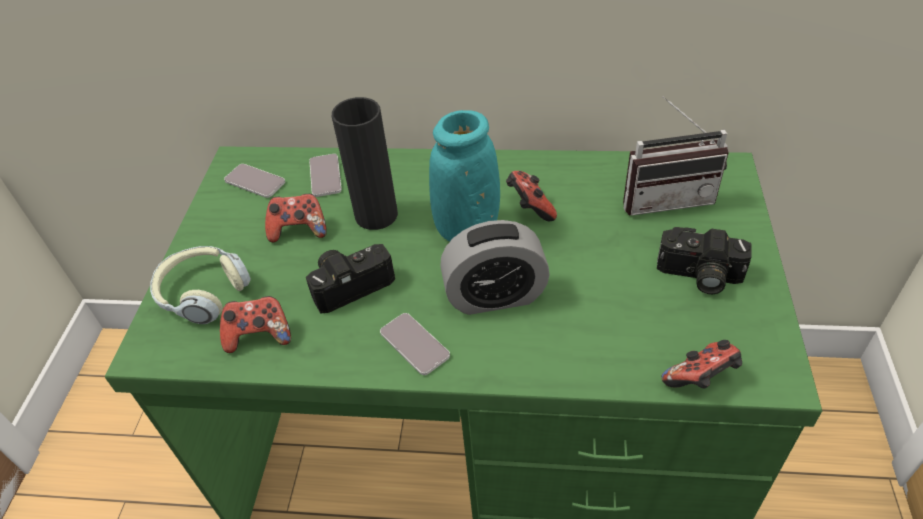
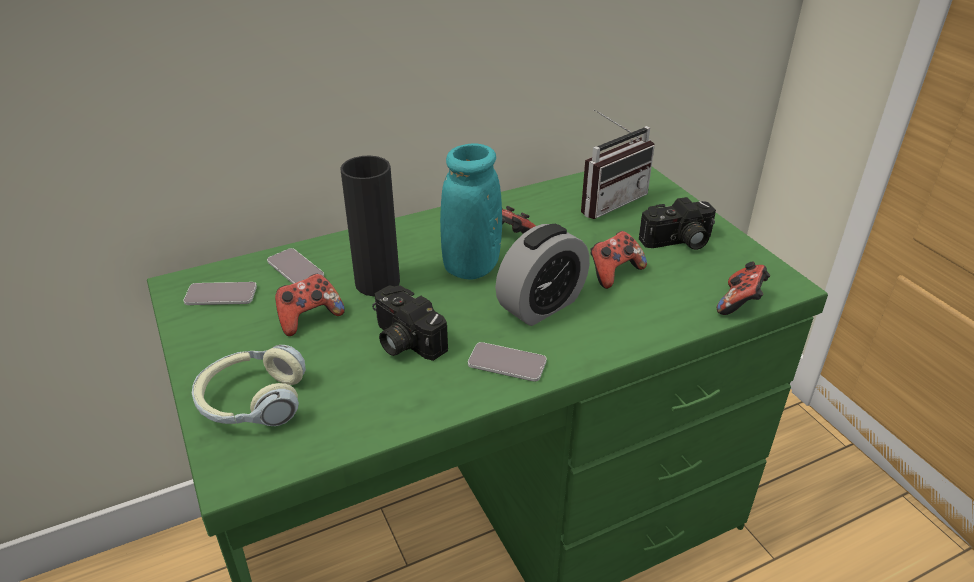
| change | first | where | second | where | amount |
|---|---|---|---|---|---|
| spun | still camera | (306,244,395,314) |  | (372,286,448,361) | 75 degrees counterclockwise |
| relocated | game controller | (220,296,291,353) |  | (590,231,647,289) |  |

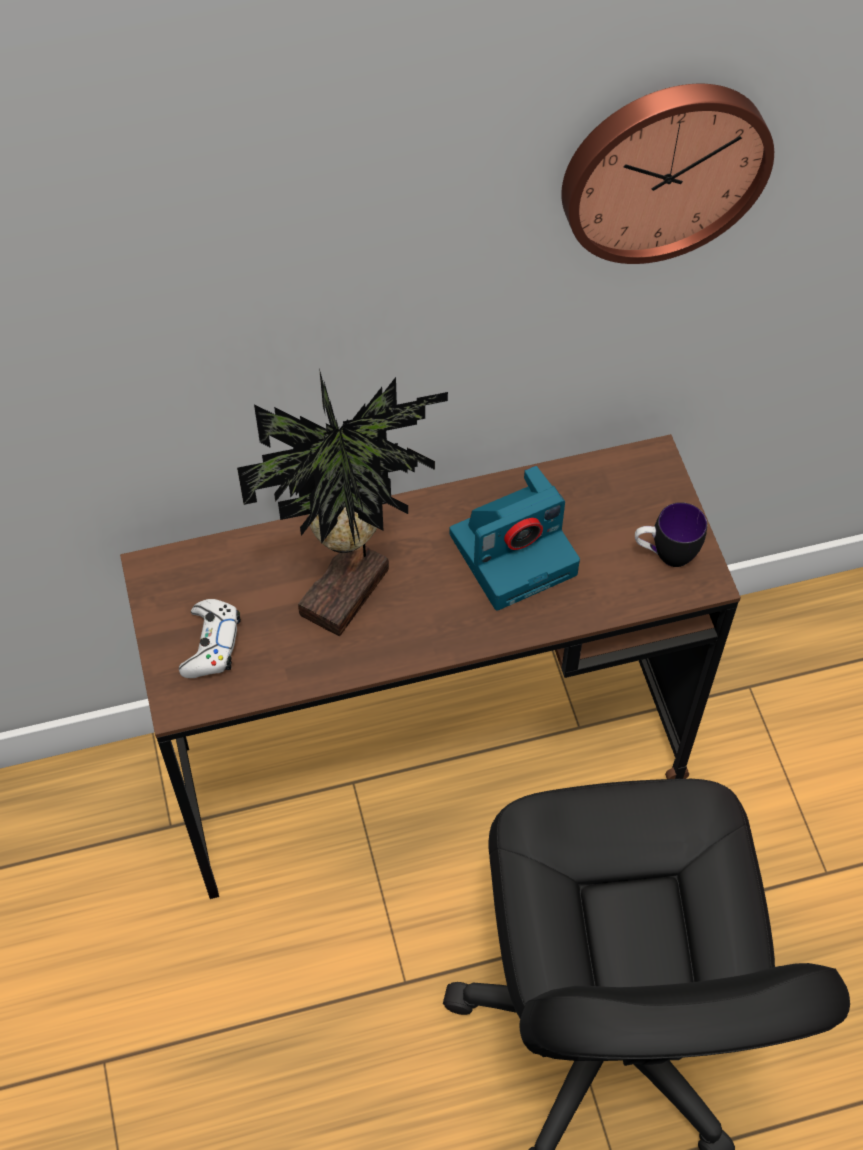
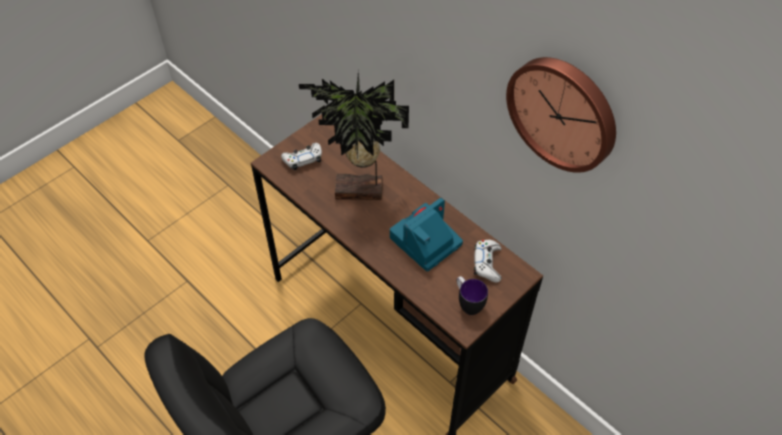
| change | first | where | second | where | amount |
|---|---|---|---|---|---|
| spun | still camera | (450,466,580,611) |  | (390,198,463,272) | 105 degrees clockwise |
| appeared |  |  | game controller in whitish | (474,240,502,282) |  |

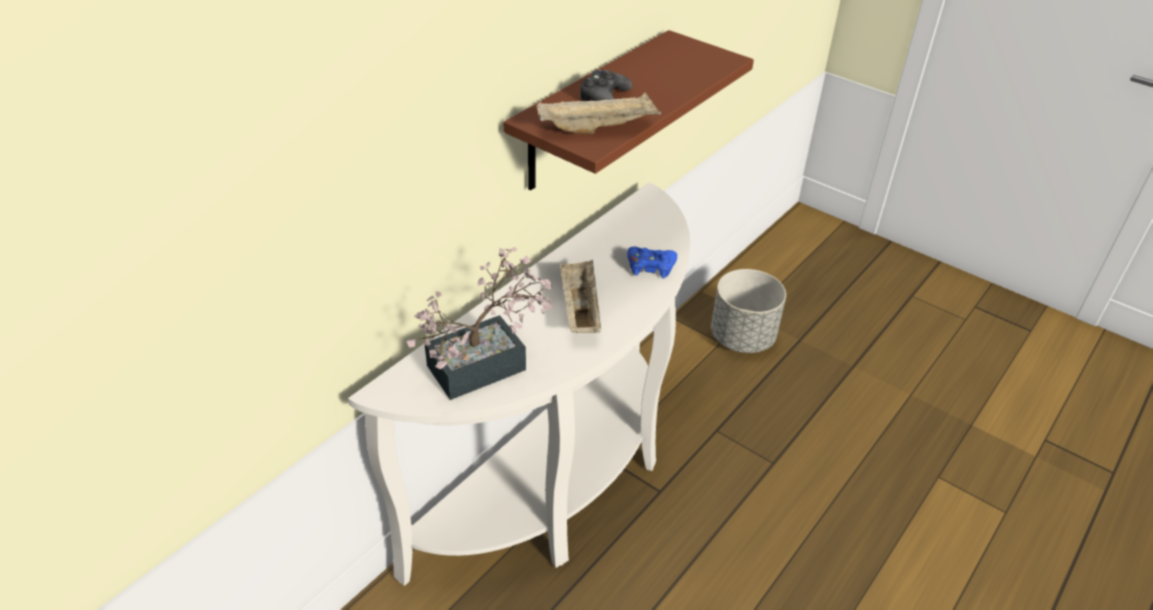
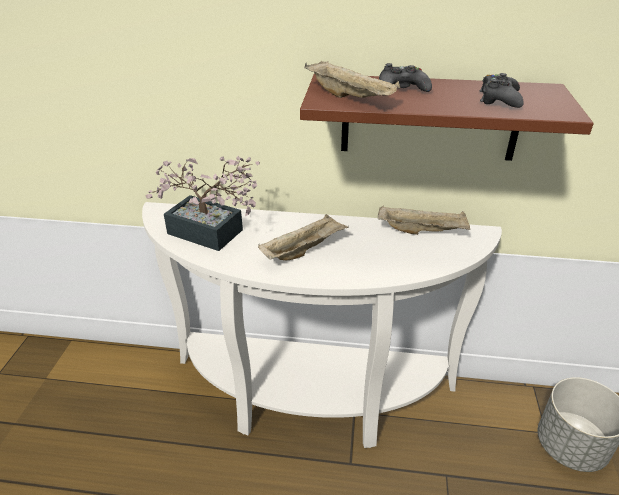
| change | first | where | second | where | amount |
|---|---|---|---|---|---|
| missing | game controller in bluish | (627,247,677,278) |  |  |  |
| appeared |  |  | game controller in blackish | (479,73,524,108) |  |
| appeared |  |  | tray in sand-coloured | (378,205,470,235) |  |

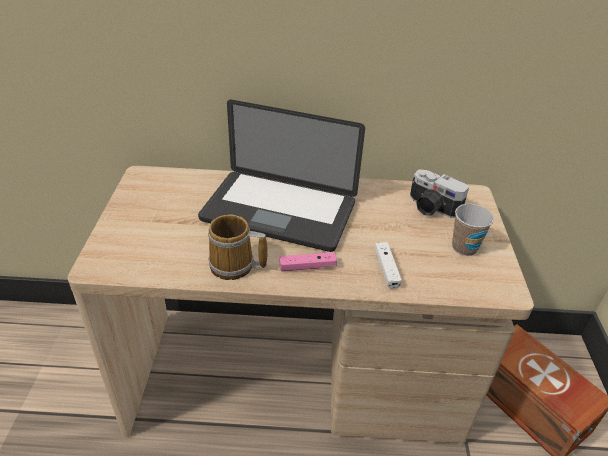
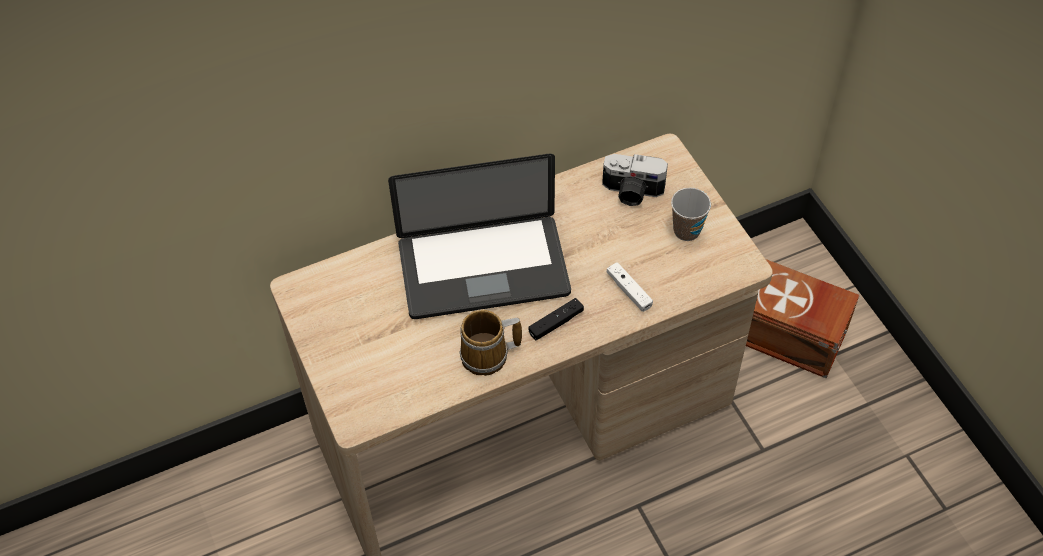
| change | first | where | second | where | amount |
|---|---|---|---|---|---|
| colour | game controller in pinkish | (279,252,337,271) | game controller in blackish | (528,298,584,340) |  |

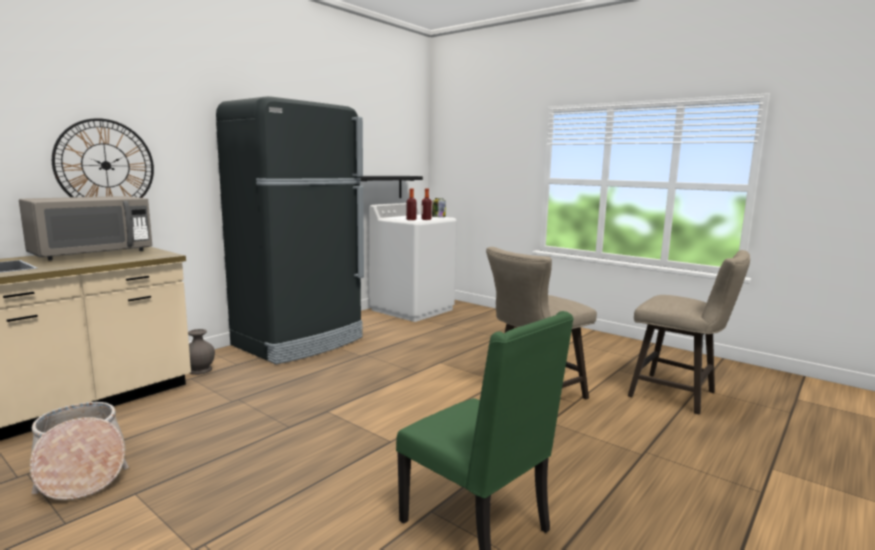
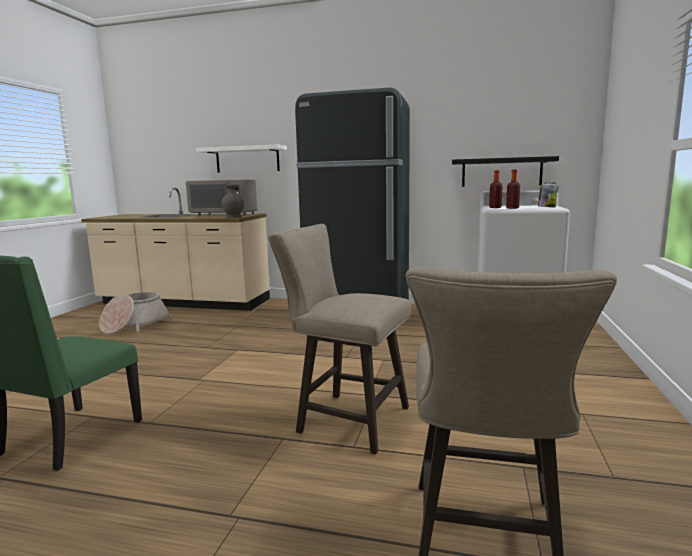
| change | first | where | second | where | amount |
|---|---|---|---|---|---|
| exchanged | clock on the wall | (52,118,154,198) | bracket shelf in whitish | (196,145,287,173) |  |
| relocated | decorative vase in gray | (188,329,215,375) |  | (221,185,244,218) |  |

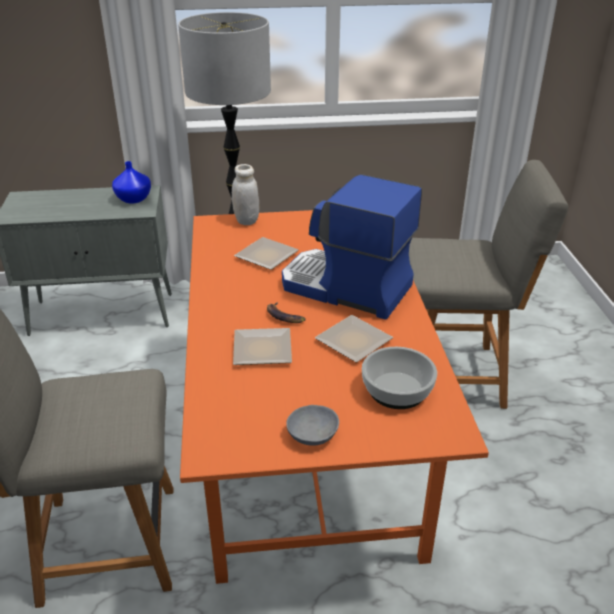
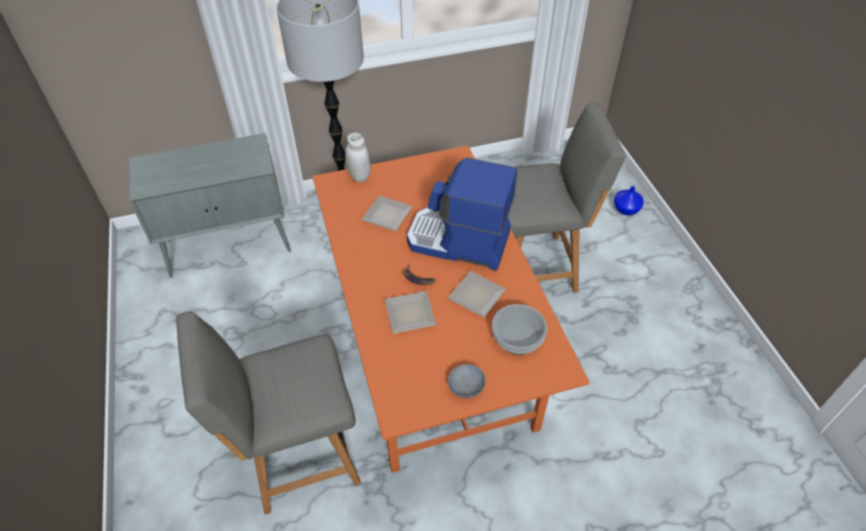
| change | first | where | second | where | amount |
|---|---|---|---|---|---|
| relocated | decorative vase in bluish | (112,161,151,204) |  | (614,186,644,215) |  |

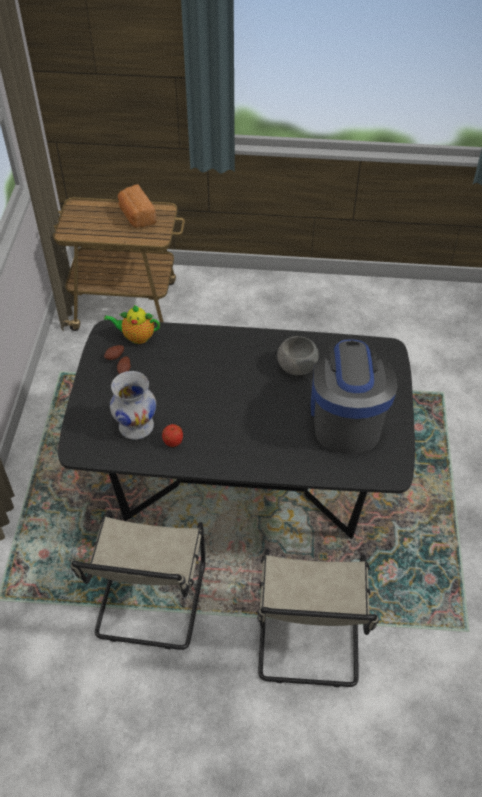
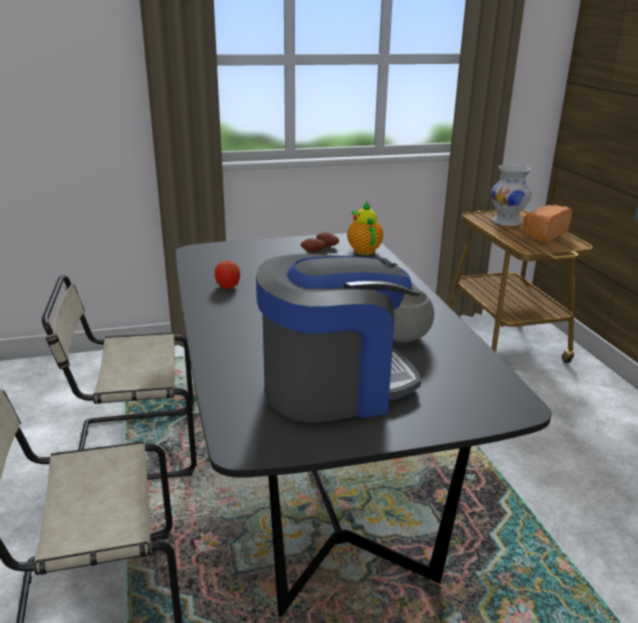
| change | first | where | second | where | amount |
|---|---|---|---|---|---|
| relocated | decorative vase in whitish | (110,371,156,440) |  | (491,164,532,226) |  |

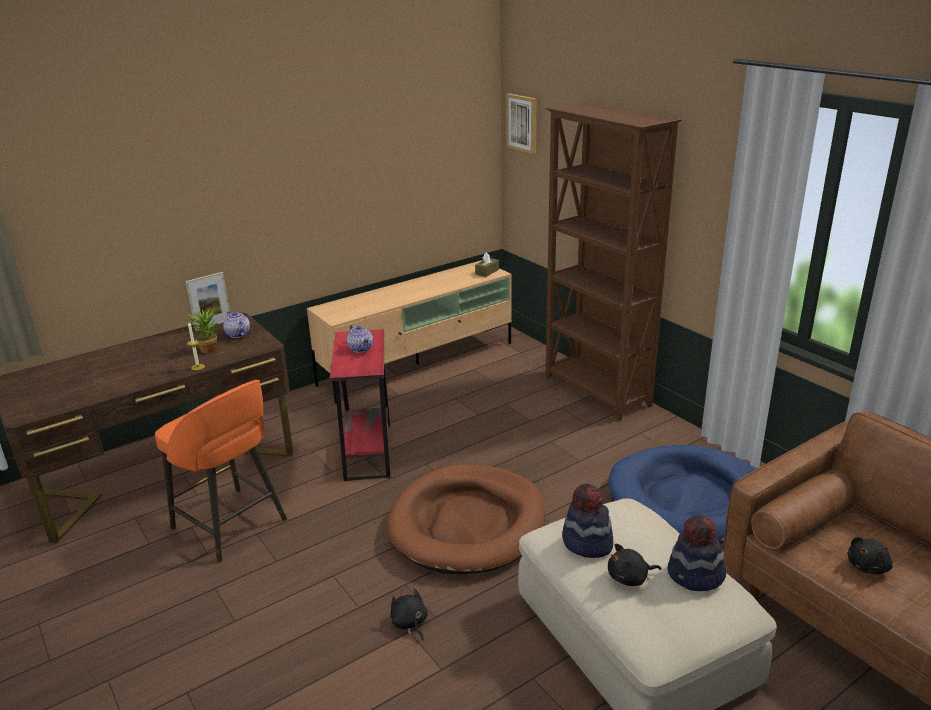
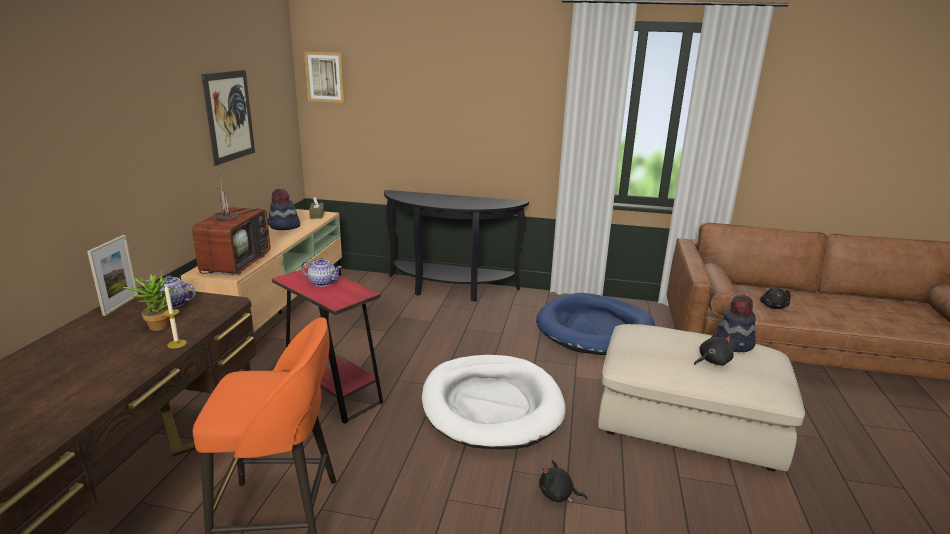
| change | first | where | second | where | amount |
|---|---|---|---|---|---|
| exchanged | shelving unit in brown | (545,101,682,421) | narrow table in blackish | (384,190,529,302) |  |
| colour | dog bed in brown | (386,464,545,574) | dog bed in whitish | (422,355,566,450) |  |
| relocated | wearable hat | (562,484,613,558) |  | (269,189,300,230) |  |
| spun | soft toy in blackish | (608,544,661,586) |  | (694,331,734,366) | 150 degrees counterclockwise |
| appeared |  |  | wall art | (201,70,255,166) |  |
| appeared |  |  | TV | (192,170,270,275) |  |

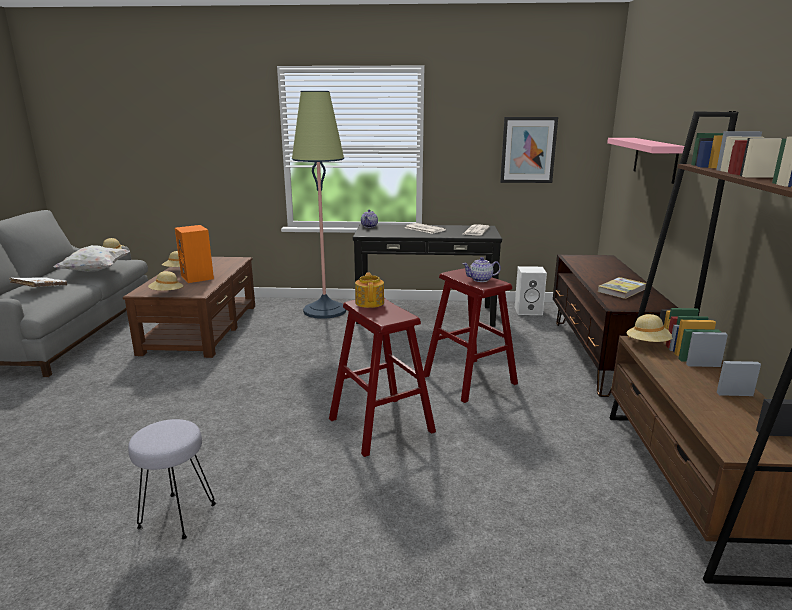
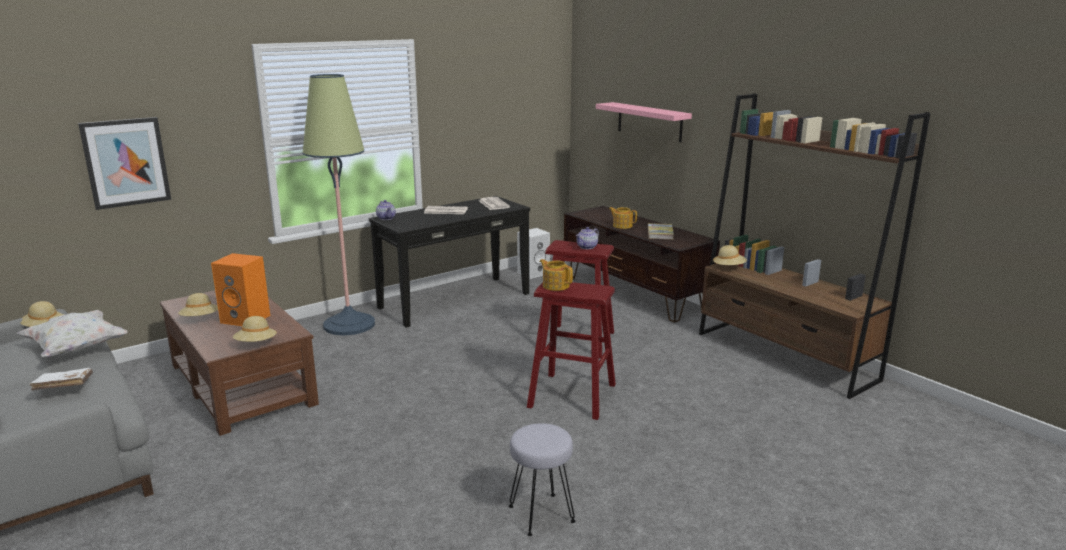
| change | first | where | second | where | amount |
|---|---|---|---|---|---|
| relocated | wall art | (500,117,558,183) |  | (78,117,171,210) |  |
| appeared |  |  | tea pot | (609,207,637,229) |  |

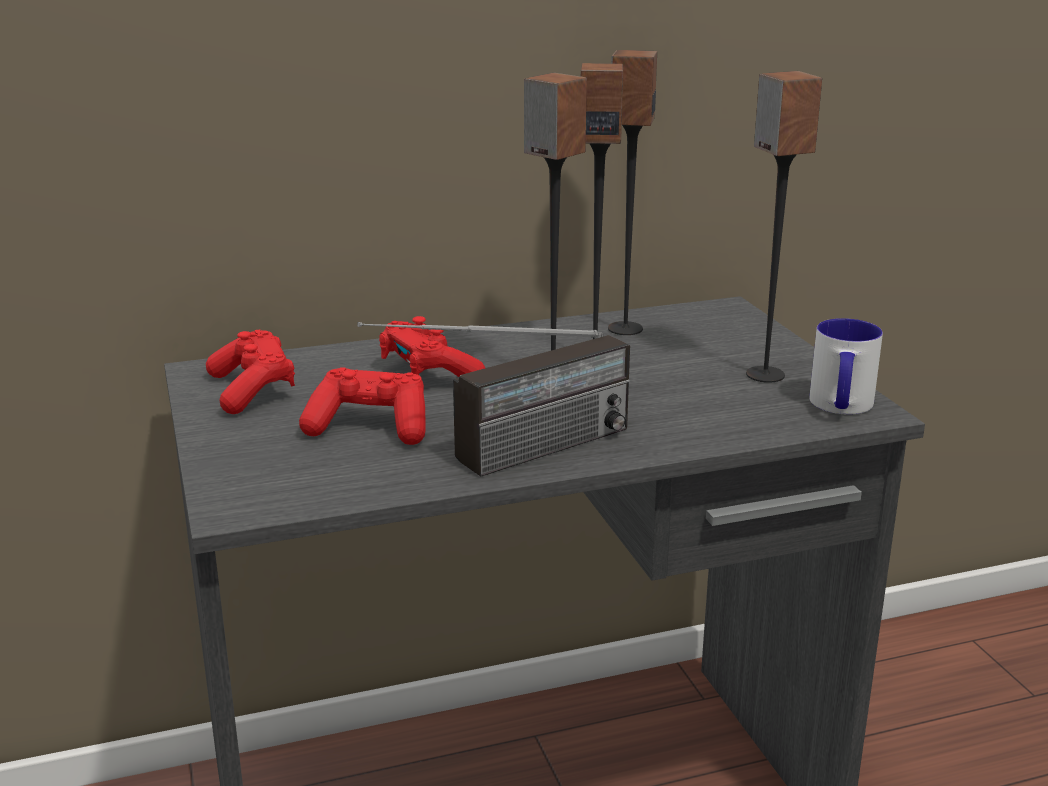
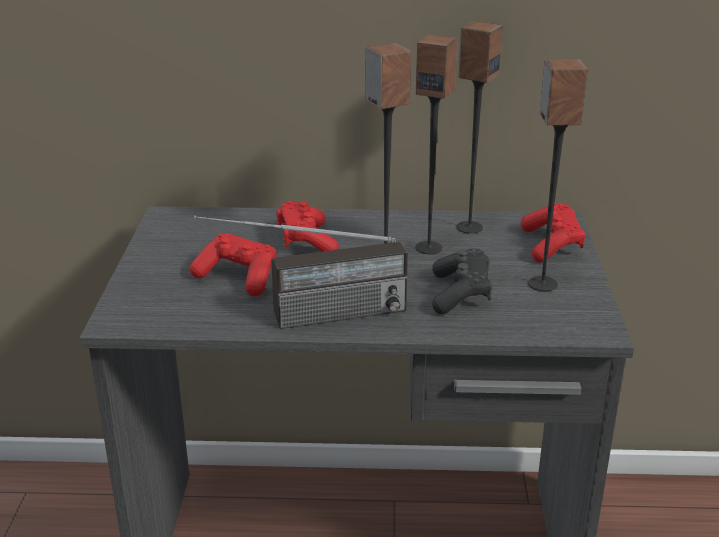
| change | first | where | second | where | amount |
|---|---|---|---|---|---|
| missing | mug | (809,318,883,414) |  |  |  |
| relocated | game controller in red-coloured | (206,329,295,414) |  | (520,203,585,262) |  |
| appeared |  |  | game controller in blackish | (432,248,493,314) |  |

